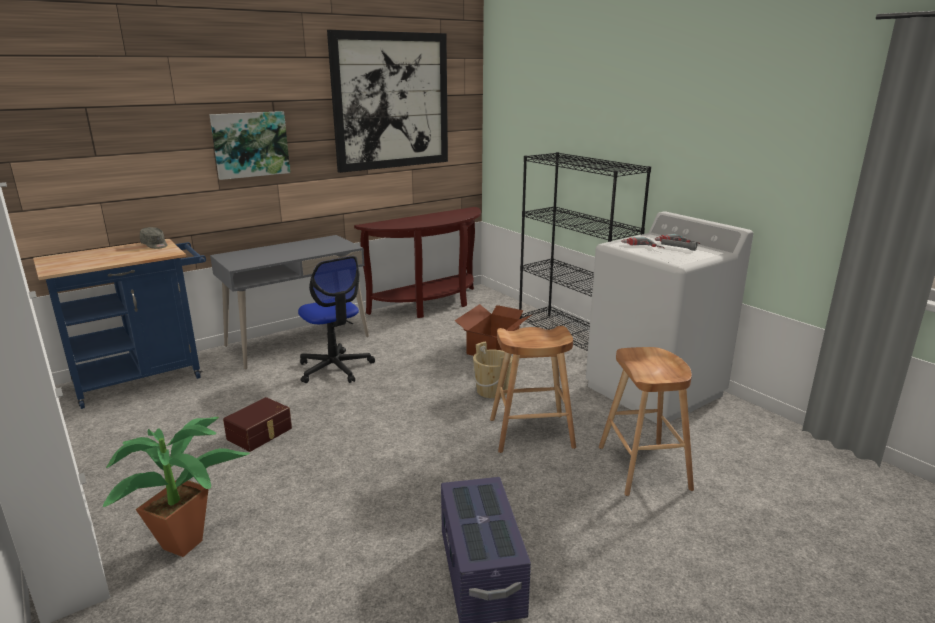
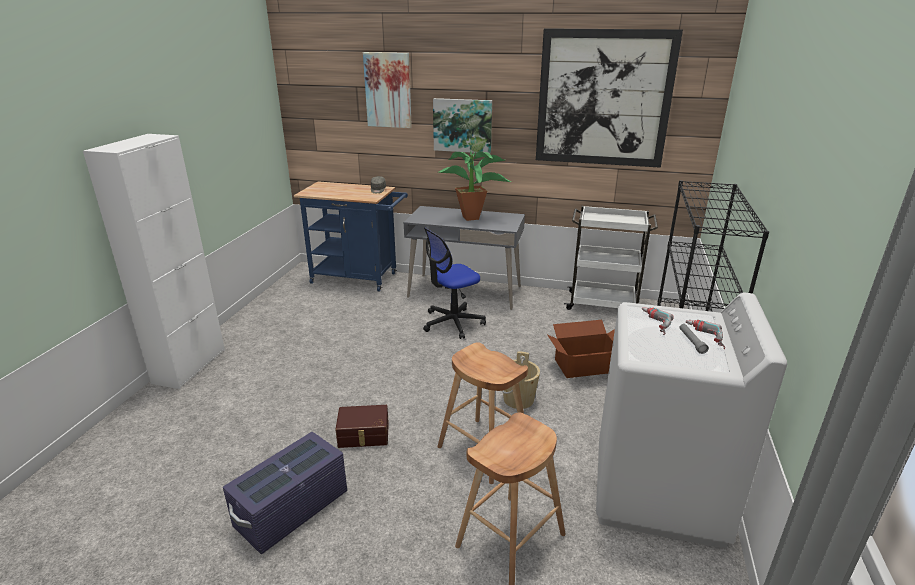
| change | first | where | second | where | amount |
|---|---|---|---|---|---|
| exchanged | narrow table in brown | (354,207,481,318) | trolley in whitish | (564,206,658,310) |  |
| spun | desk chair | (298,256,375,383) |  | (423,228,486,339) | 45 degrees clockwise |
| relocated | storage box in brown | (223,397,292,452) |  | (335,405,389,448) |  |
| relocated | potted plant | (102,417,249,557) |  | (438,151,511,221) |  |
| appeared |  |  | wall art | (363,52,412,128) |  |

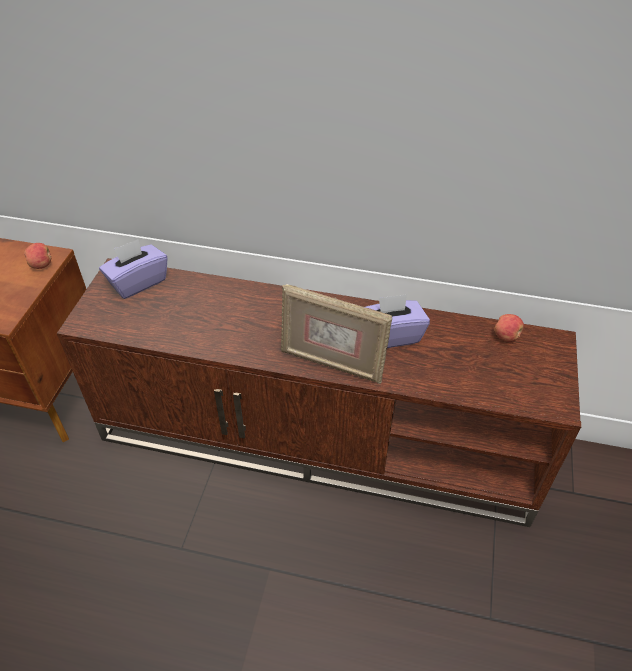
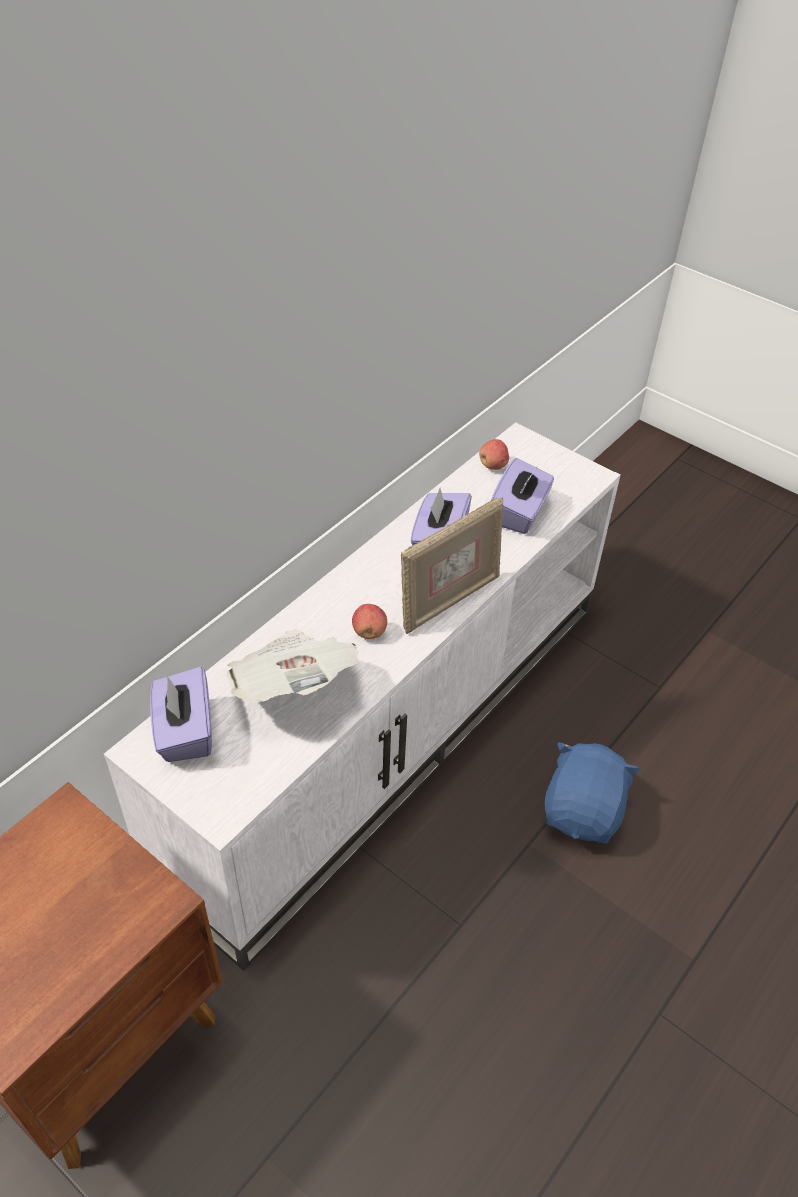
| change | first | where | second | where | amount |
|---|---|---|---|---|---|
| relocated | apple fruit | (24,243,52,269) |  | (352,604,387,639) |  |
| colour | tv unit in brown | (57,258,581,527) | tv unit in whitish | (104,422,621,971) |  |
| appeared |  |  | tissue box in purple | (491,458,554,534) |  |
| appeared |  |  | printed paper | (226,630,360,702) |  |
| appeared |  |  | soft toy in bluish | (545,742,641,843) |  |

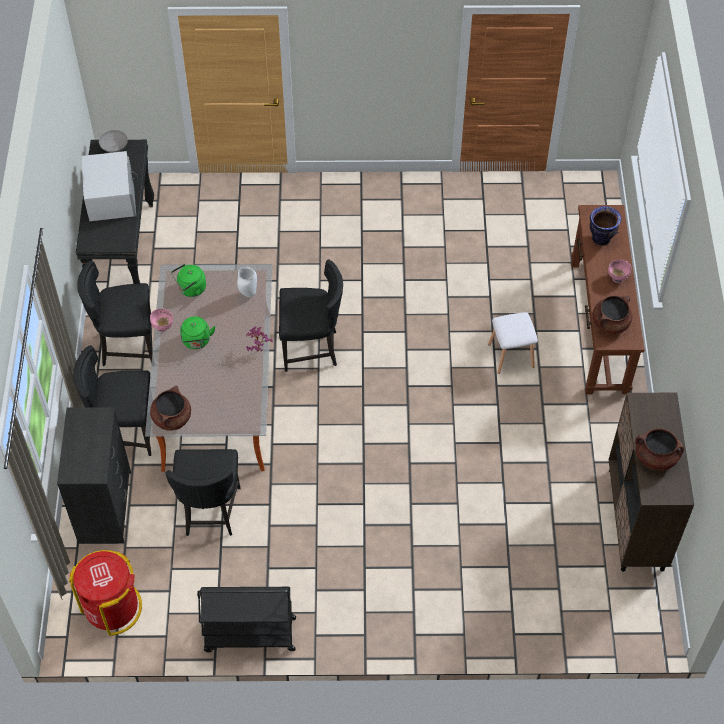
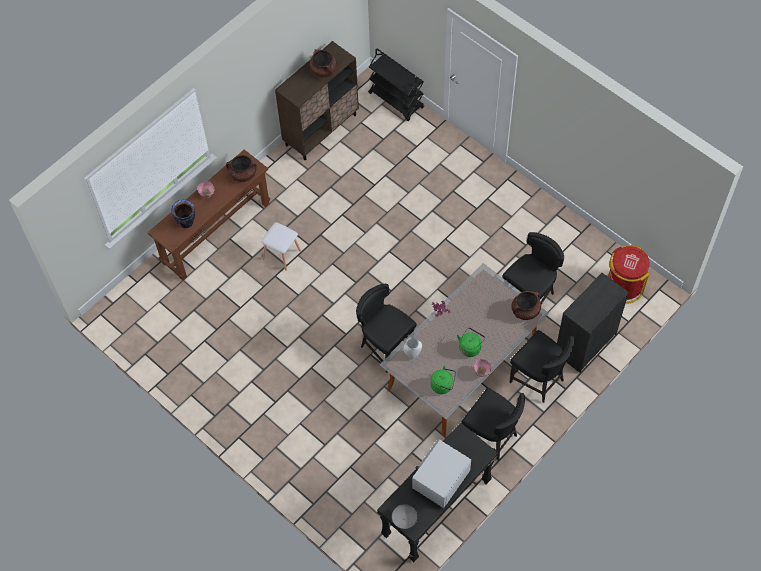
| change | first | where | second | where | amount |
|---|---|---|---|---|---|
| relocated | trolley in blackish | (197,587,296,652) |  | (368,49,424,121) |  |

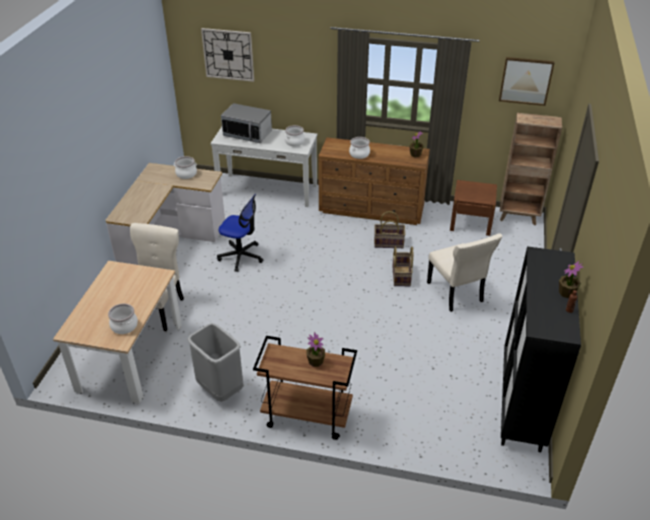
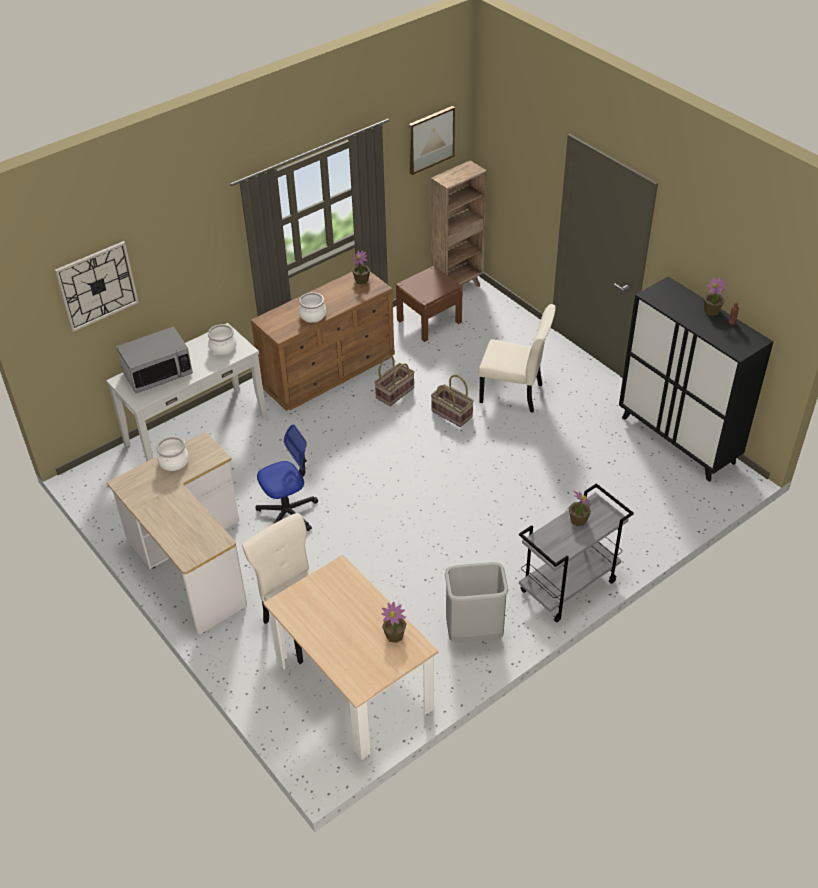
| change | first | where | second | where | amount |
|---|---|---|---|---|---|
| exchanged | cooking pot | (108,303,138,334) | potted plant | (382,602,407,643) |  |
| colour | trolley in brown | (253,336,357,440) | trolley in gray | (519,483,634,622) |  |

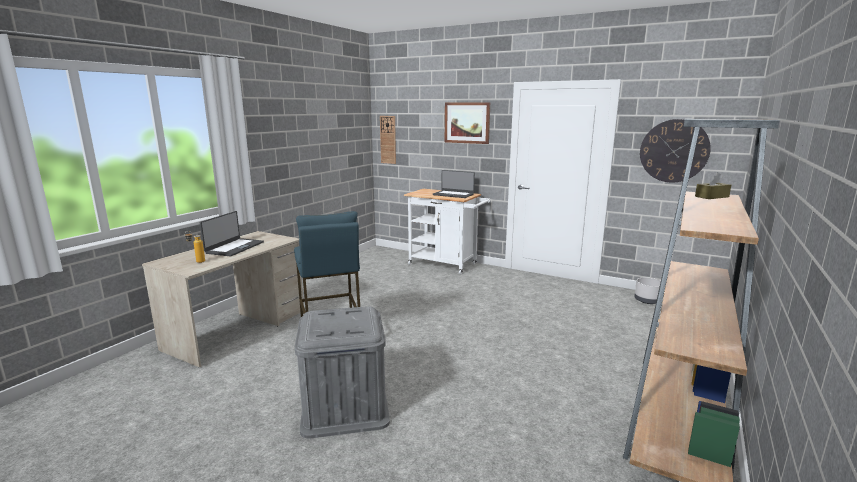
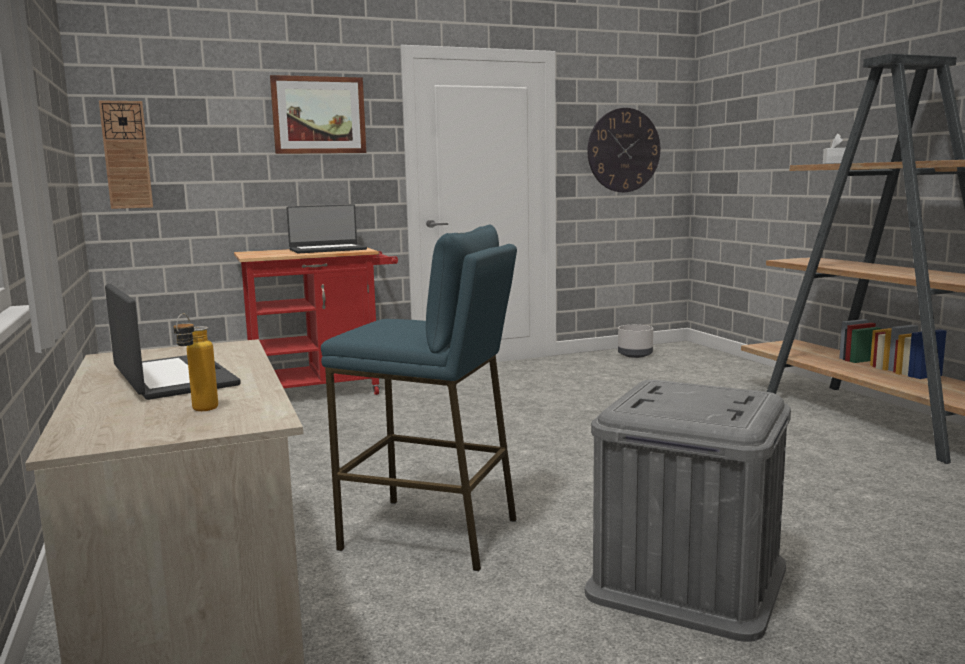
| change | first | where | second | where | amount |
|---|---|---|---|---|---|
| colour | tissue box in brown | (695,172,731,199) | tissue box in whitish | (823,134,845,164) |  |
| colour | trolley in whitish | (404,189,490,274) | trolley in red-coloured | (234,248,398,395) |  |

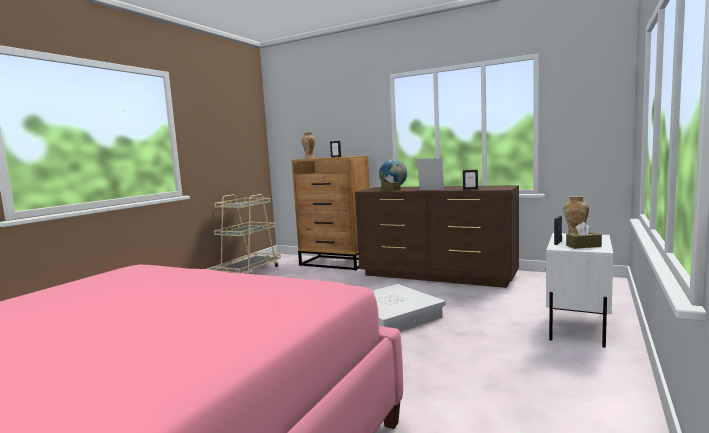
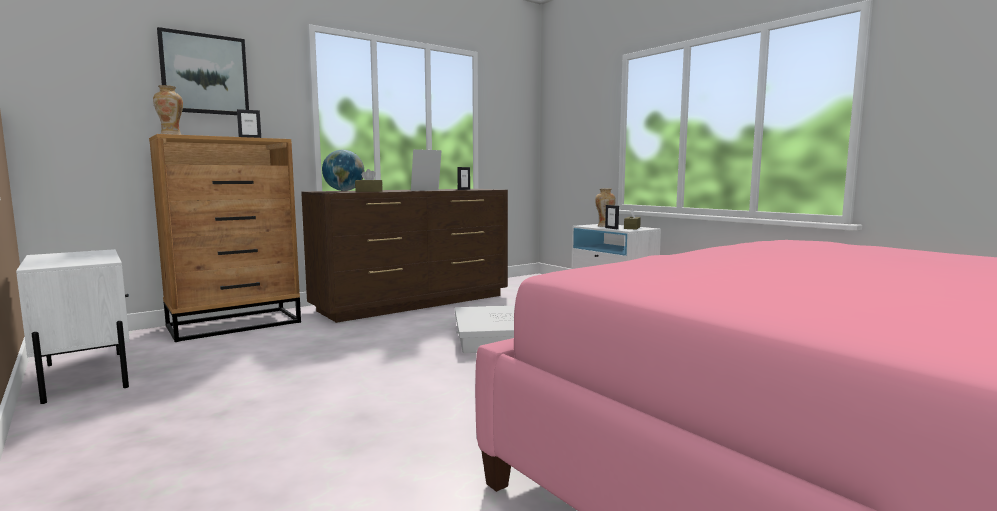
| change | first | where | second | where | amount |
|---|---|---|---|---|---|
| exchanged | trolley in sand-coloured | (213,194,281,274) | bedside table in whitish | (16,249,130,404) |  |
| appeared |  |  | wall art | (157,27,249,115) |  |

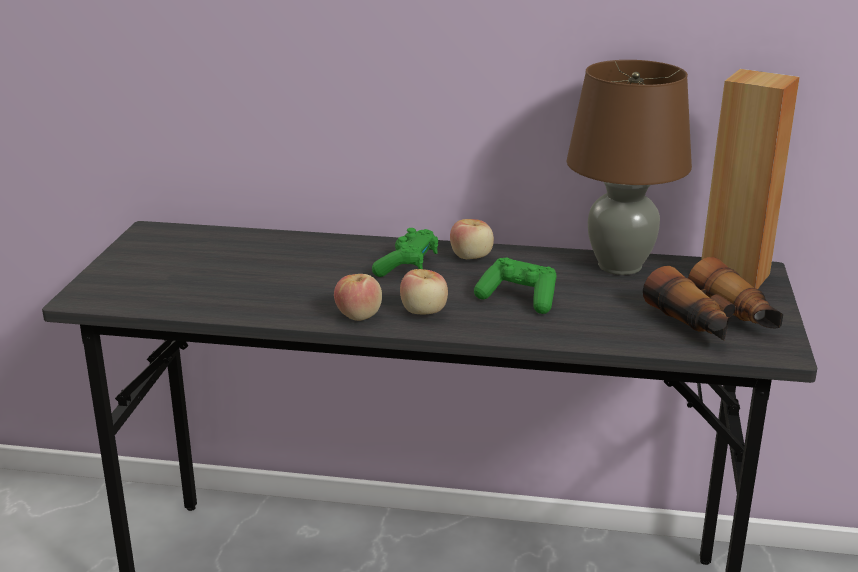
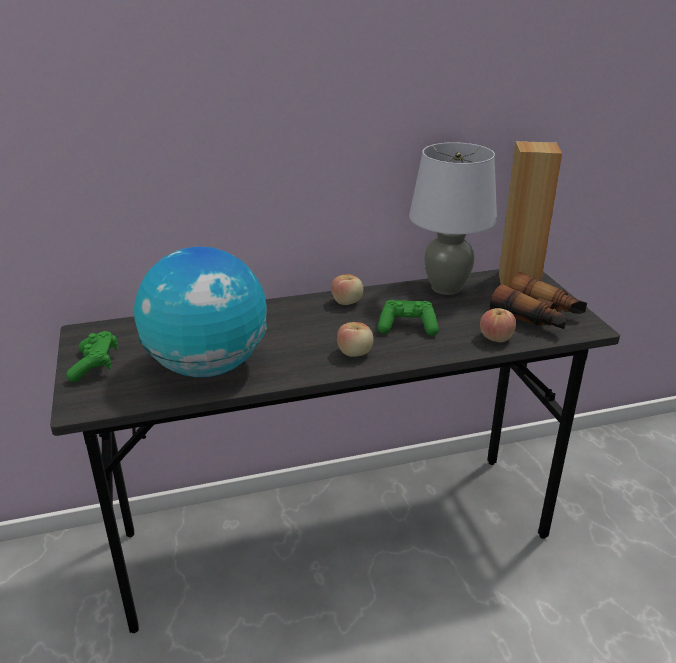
| change | first | where | second | where | amount |
|---|---|---|---|---|---|
| colour | table lamp in brown | (567,60,692,275) | table lamp in gray | (409,142,497,295) |  |
| relocated | game controller in green | (372,228,438,277) |  | (66,331,118,382) |  |
| relocated | apple fruit | (334,274,382,321) |  | (480,308,516,342) |  |
| appeared |  |  | world globe | (134,247,267,377) |  |

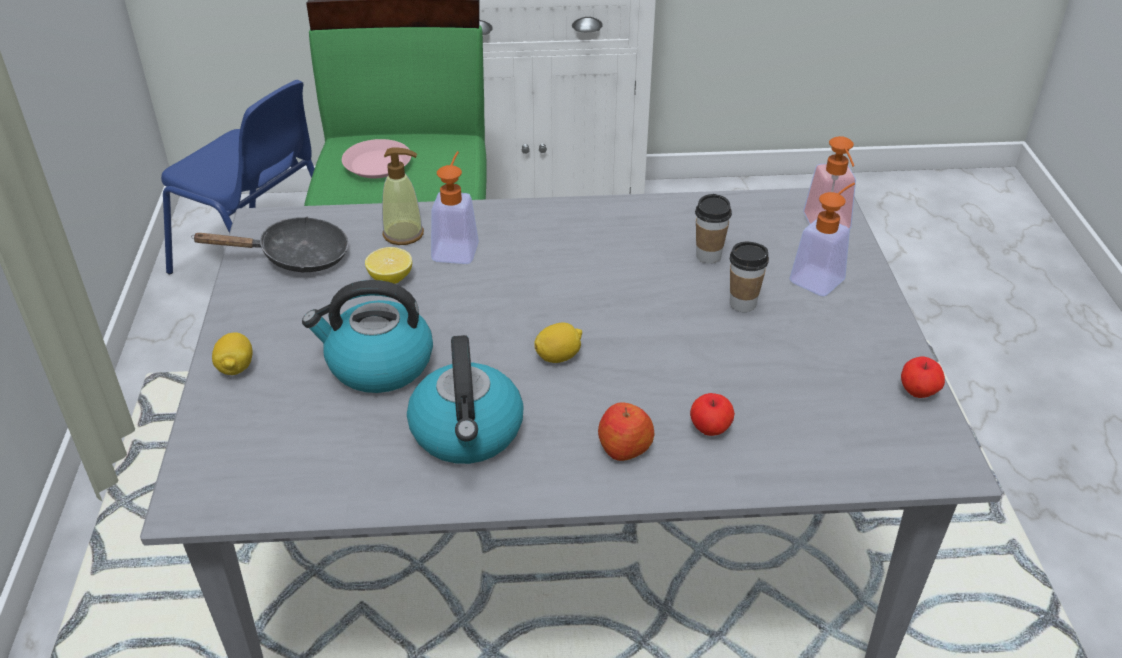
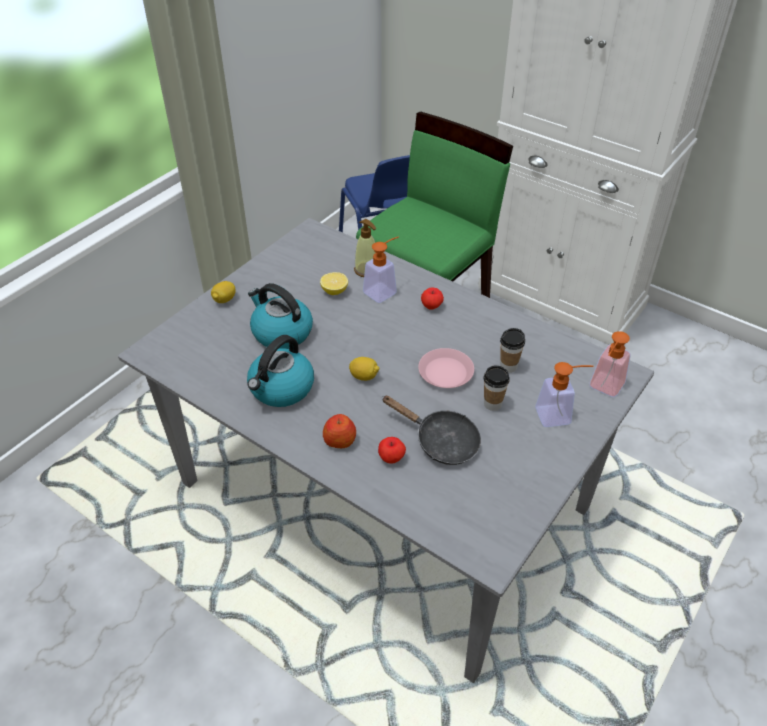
| change | first | where | second | where | amount |
|---|---|---|---|---|---|
| relocated | flat dish in pinkish | (342,139,411,178) |  | (418,348,474,388) |  |
| relocated | frying pan in blackish | (191,217,348,273) |  | (382,396,481,465) |  |
| relocated | apple fruit | (901,357,945,398) |  | (421,287,444,310) |  |

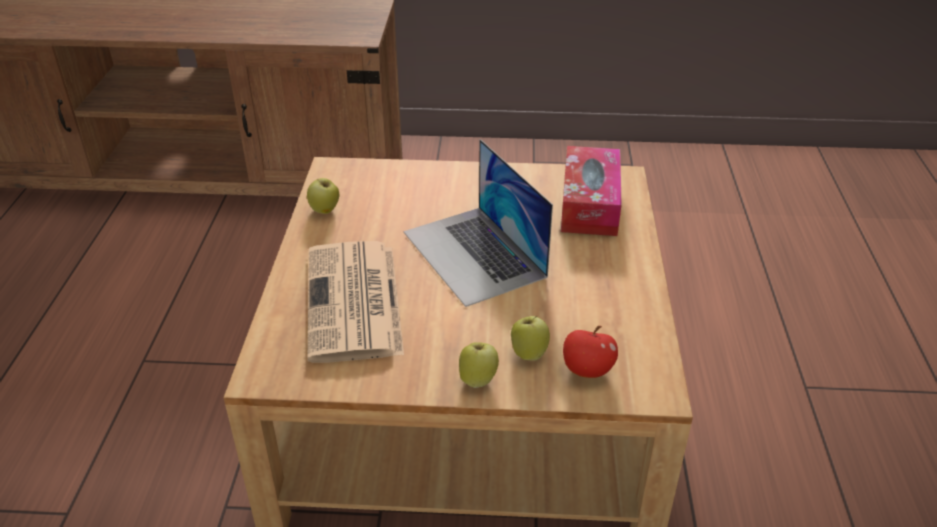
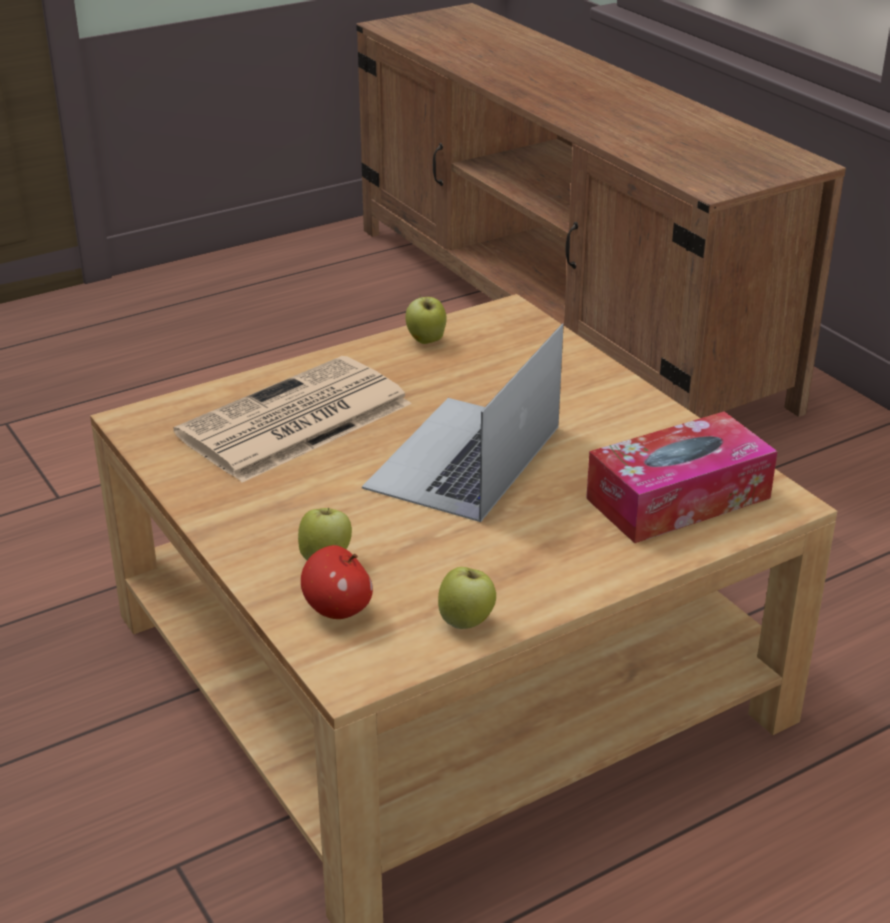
| change | first | where | second | where | amount |
|---|---|---|---|---|---|
| relocated | apple fruit | (459,342,499,388) |  | (438,567,496,629) |  |

